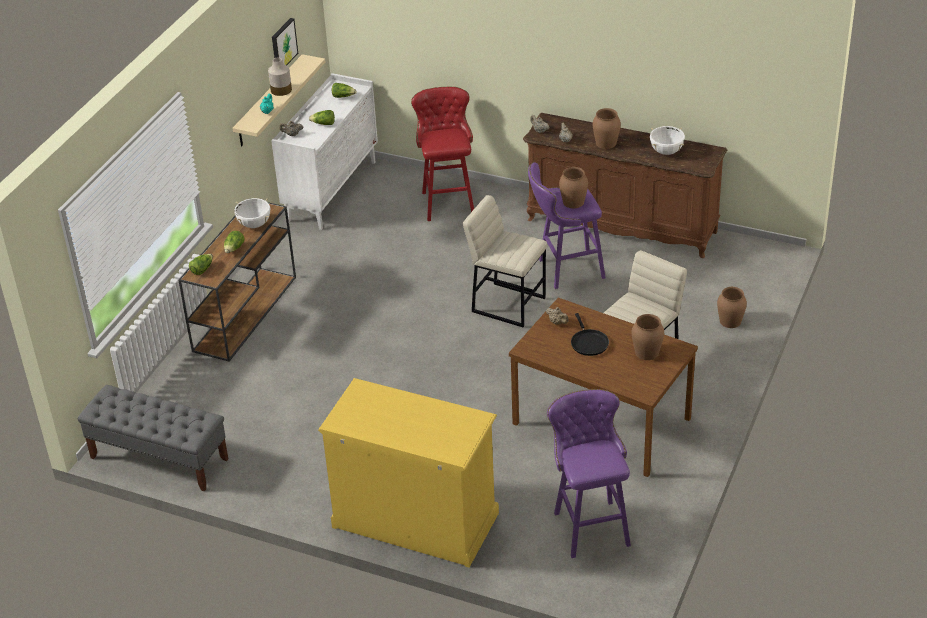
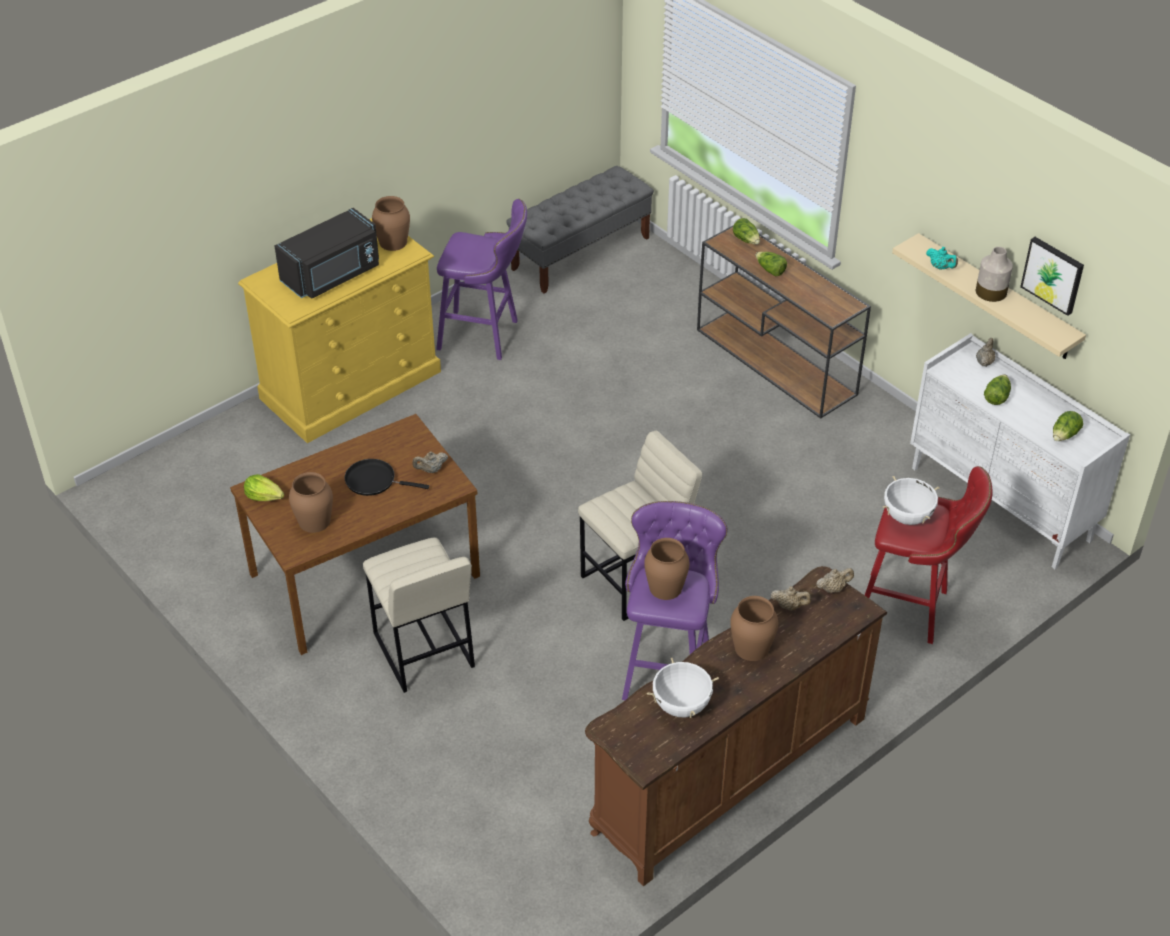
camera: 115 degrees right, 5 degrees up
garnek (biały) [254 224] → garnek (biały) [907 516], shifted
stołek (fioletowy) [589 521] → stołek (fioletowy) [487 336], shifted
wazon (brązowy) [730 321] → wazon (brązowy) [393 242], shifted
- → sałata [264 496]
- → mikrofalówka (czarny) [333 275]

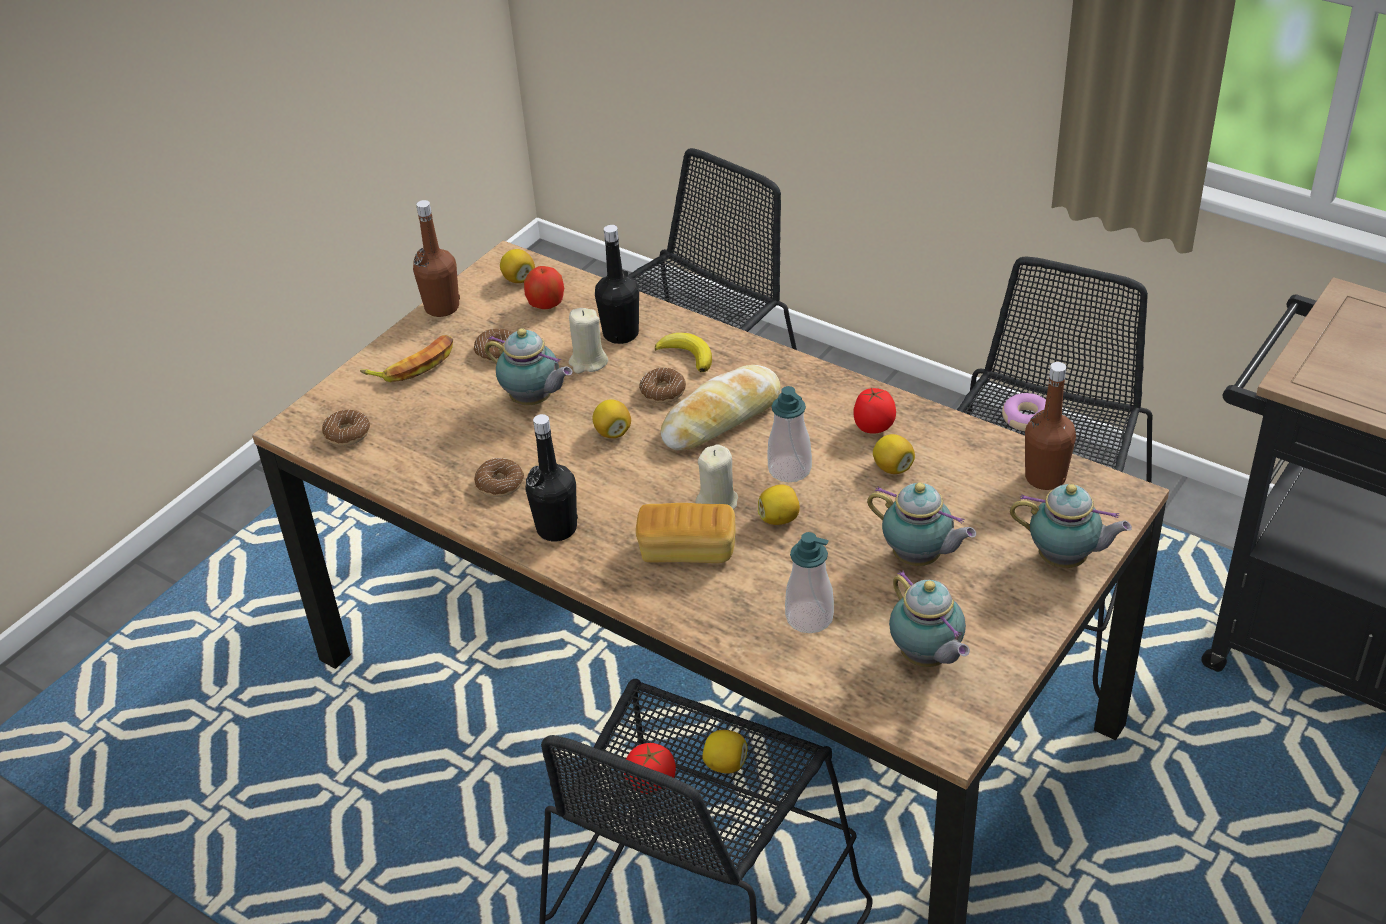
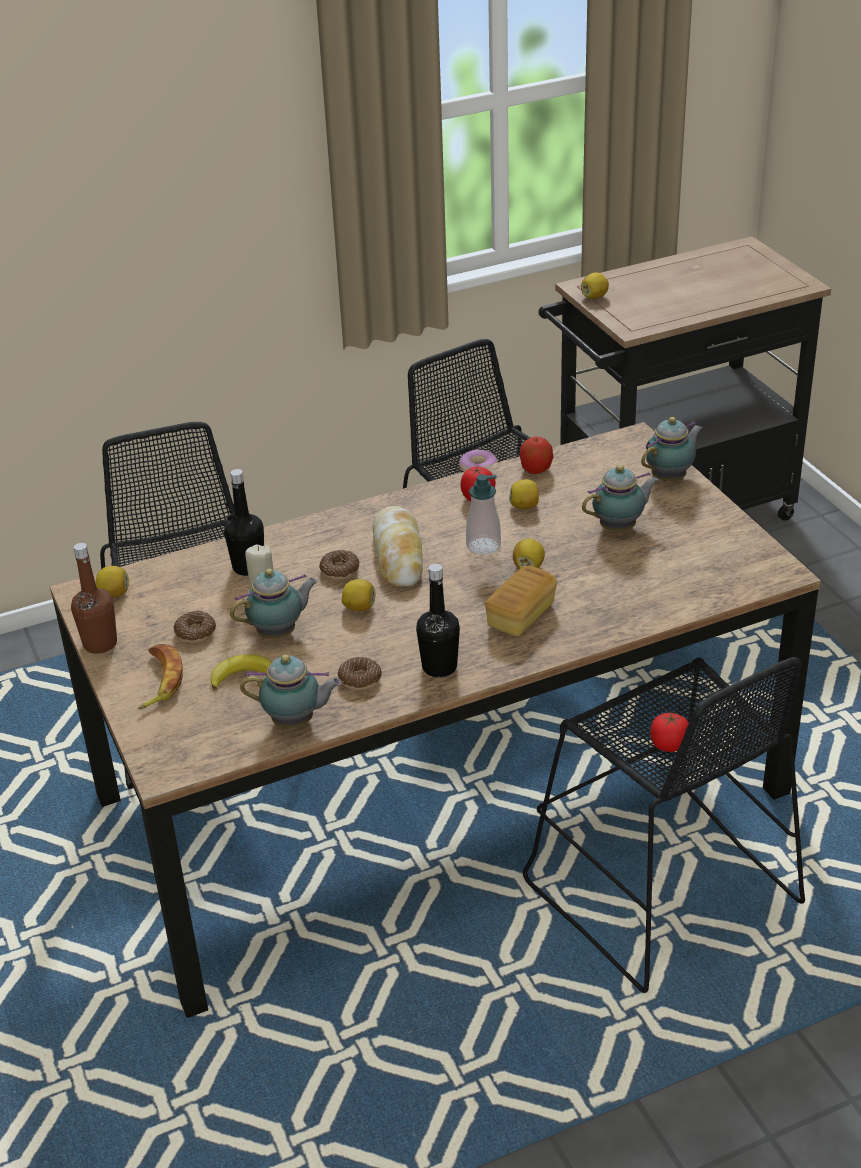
camera: 60 degrees left, 5 degrees down
donut [347 434] → -
jabłko [546 304] → jabłko [536 470], shifted
banan [687 355] → banan [242 675], shifted
świeca (beżowy) [717 502] → -
cytryna [725 764] → cytryna [594 297], shifted
dozownik mydła [809 617] → -
imbryk [927 659] → imbryk [296 722], shifted
butelka (brązowy) [1045 477] → -

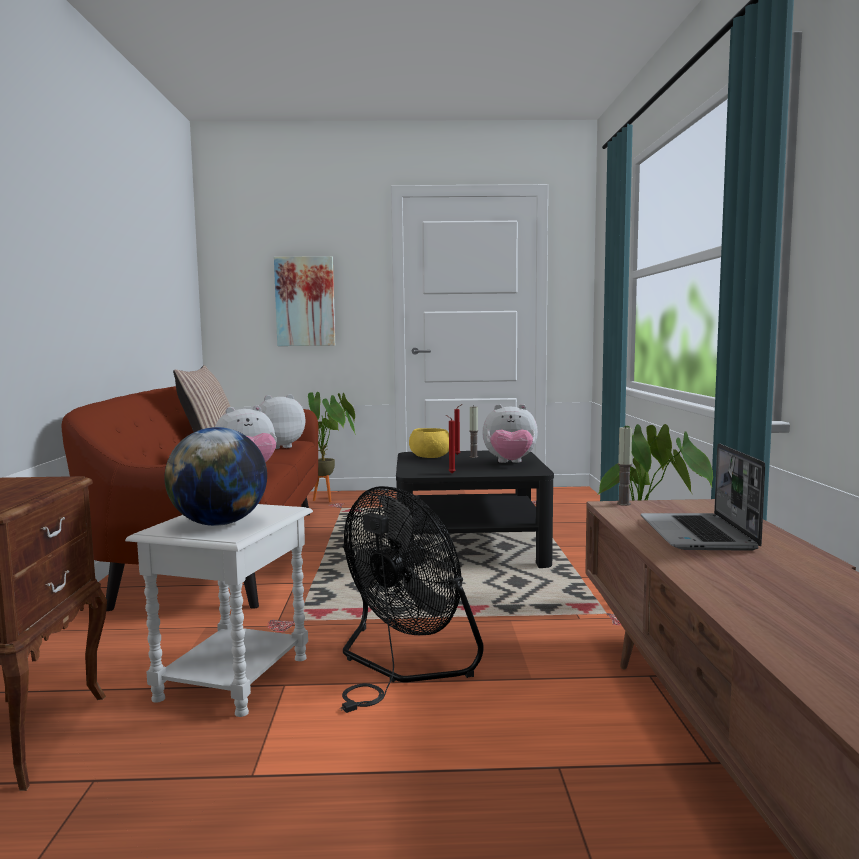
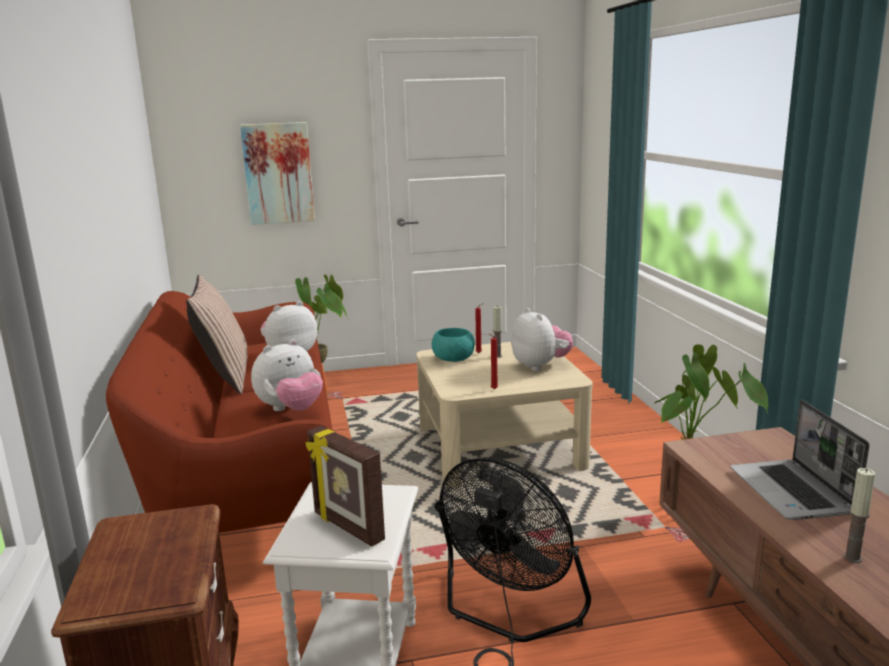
camera: 10 degrees left, 10 degrees up
globus [219 523] → ramka na zdjęcie [347 527]
ława (czarny) [468 546] → ława (beżowy) [498 446]
miska (żółty) [430 456] → miska (turkusowy) [454 358]
pluszak [510 463] → pluszak [540 366], 105 degrees counterclockwise
świeca [623 504] → świeca [852 558], shifted

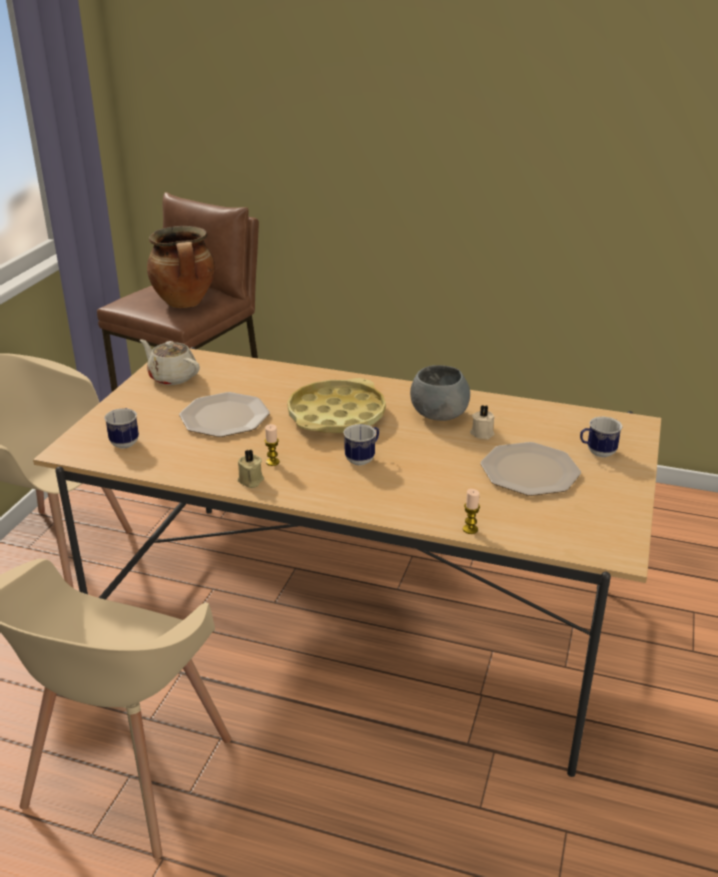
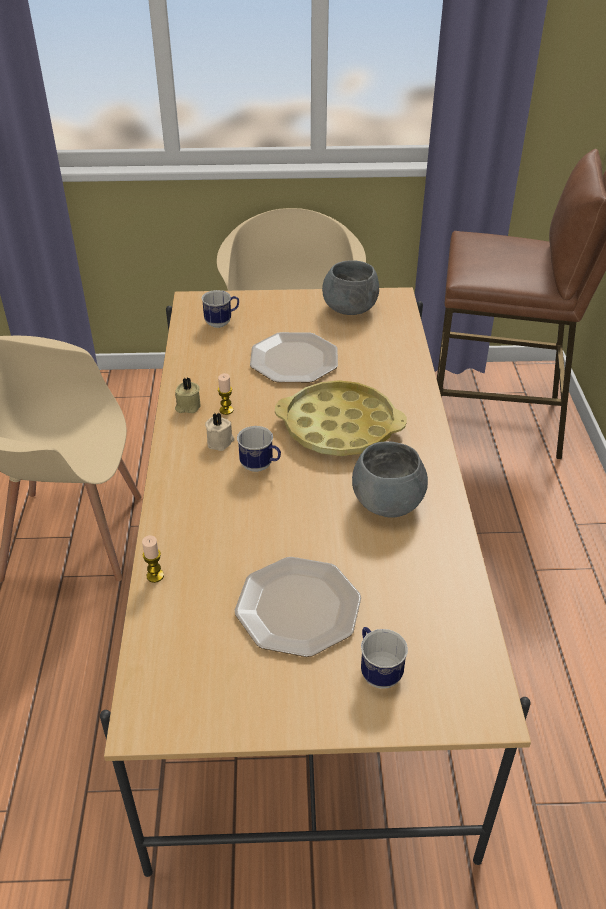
camera: 70 degrees right, 10 degrees up
imbryk (beżowy) [172 377] → miska (szary) [350 309]
garnek [185 303] → -
świeca (beżowy) [482 433] → świeca (beżowy) [220 442], shifted

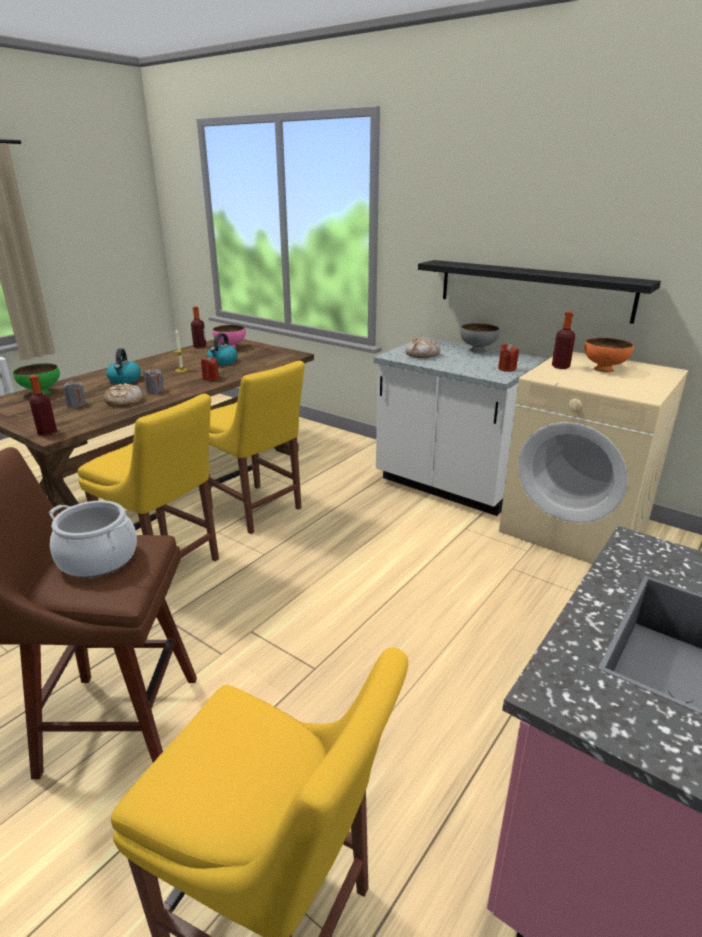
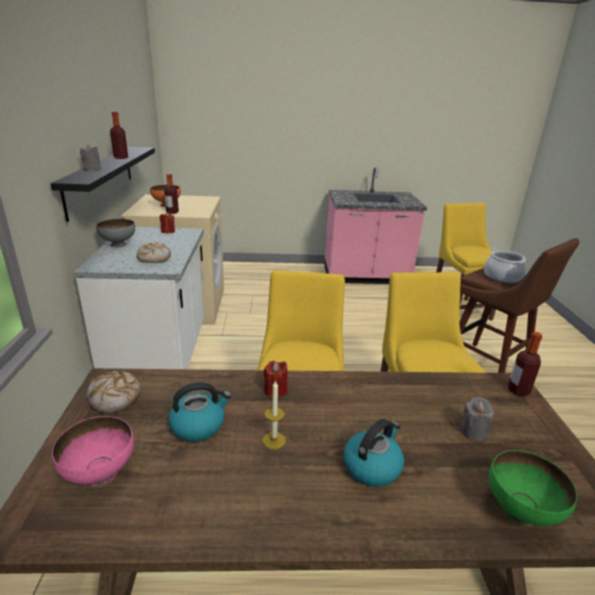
camera: 130 degrees left, 0 degrees up
chleb [123 401] → chleb [115 398], shifted
świeca (szary) [155 391] → świeca (szary) [92 169], shifted
butelka [200 347] → butelka [121 158], shifted

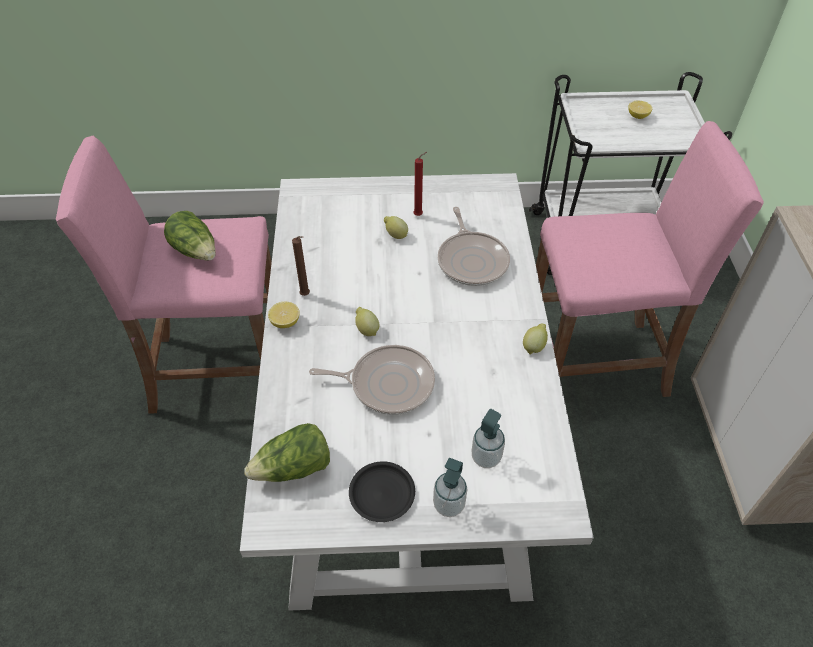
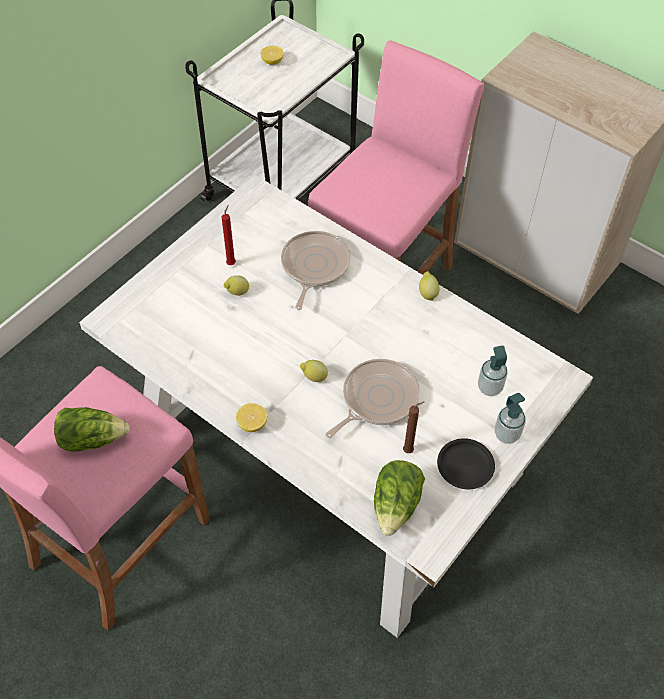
camera: 50 degrees left, 5 degrees up
świeca (brązowy) [306 295] → świeca (brązowy) [410 450], shifted
patelnia [472 260] → patelnia [314 267], 105 degrees counterclockwise

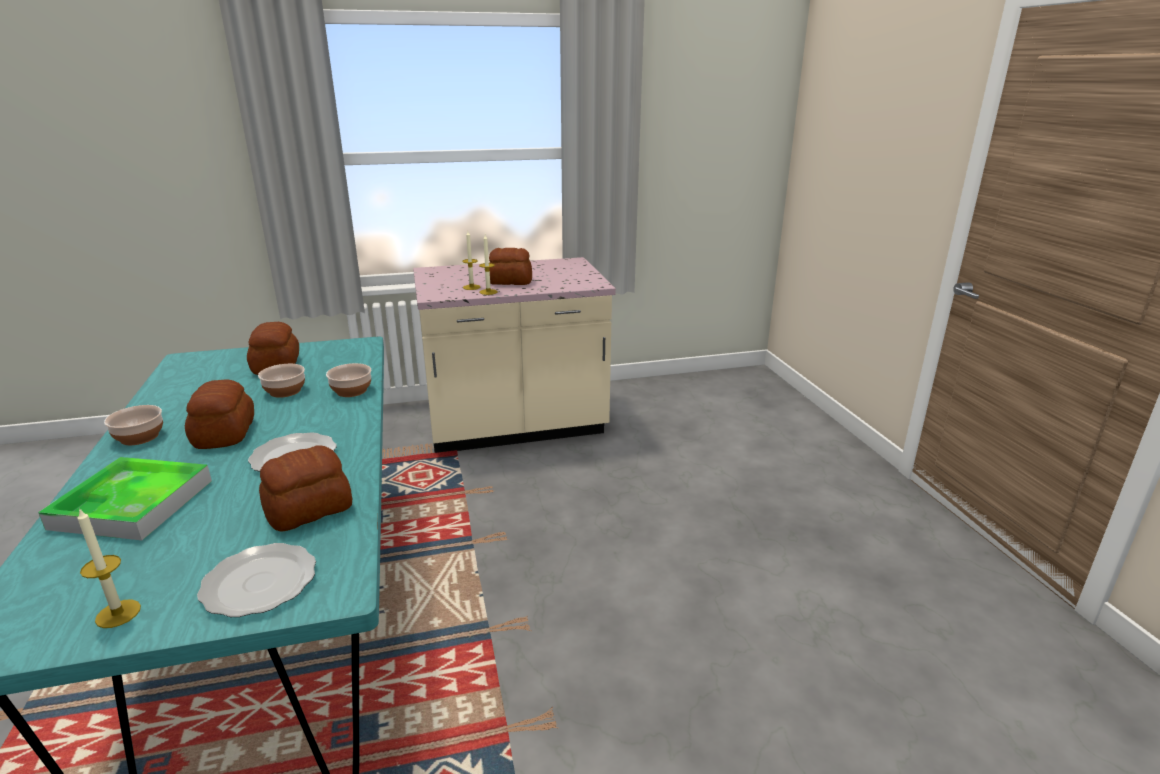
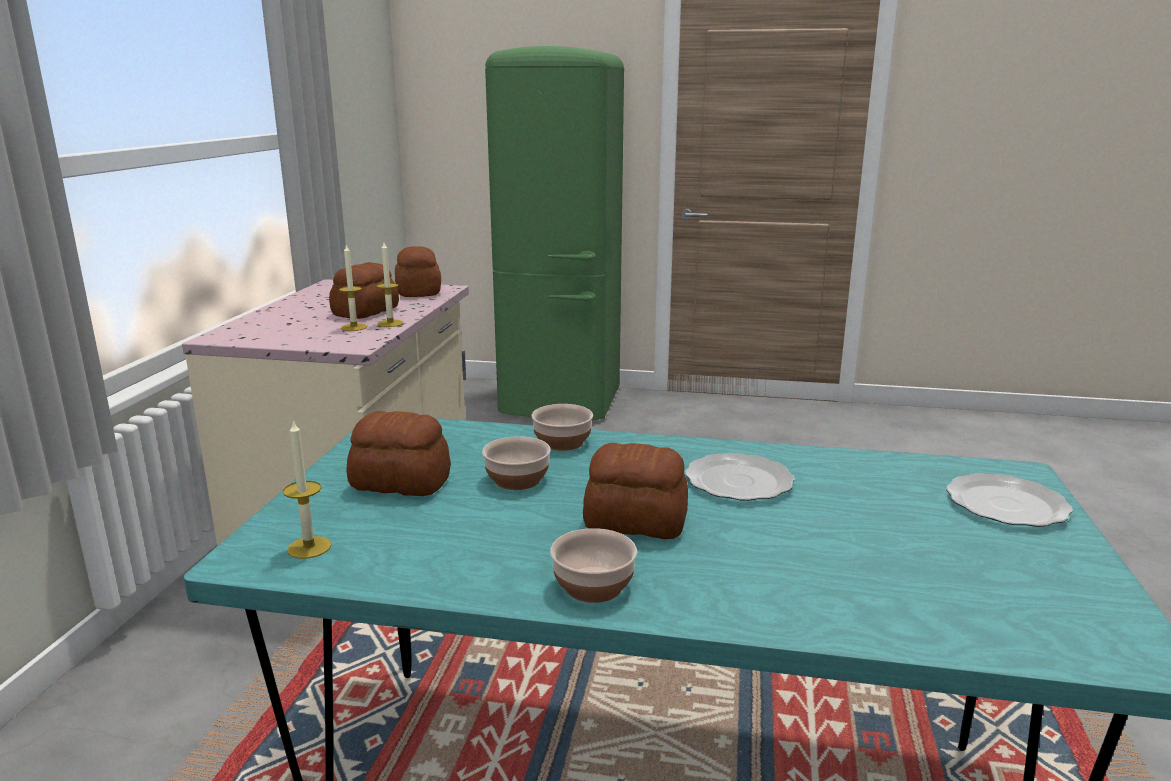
camera: 65 degrees left, 5 degrees down
taca [133 504] → -
świeca [118 613] → świeca [309 547], shifted
chleb [310 509] → chleb [419 291], shifted
- → lodówka (zielony) [560 402]

